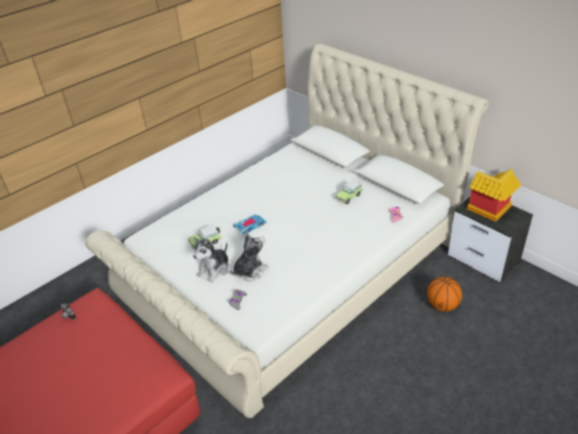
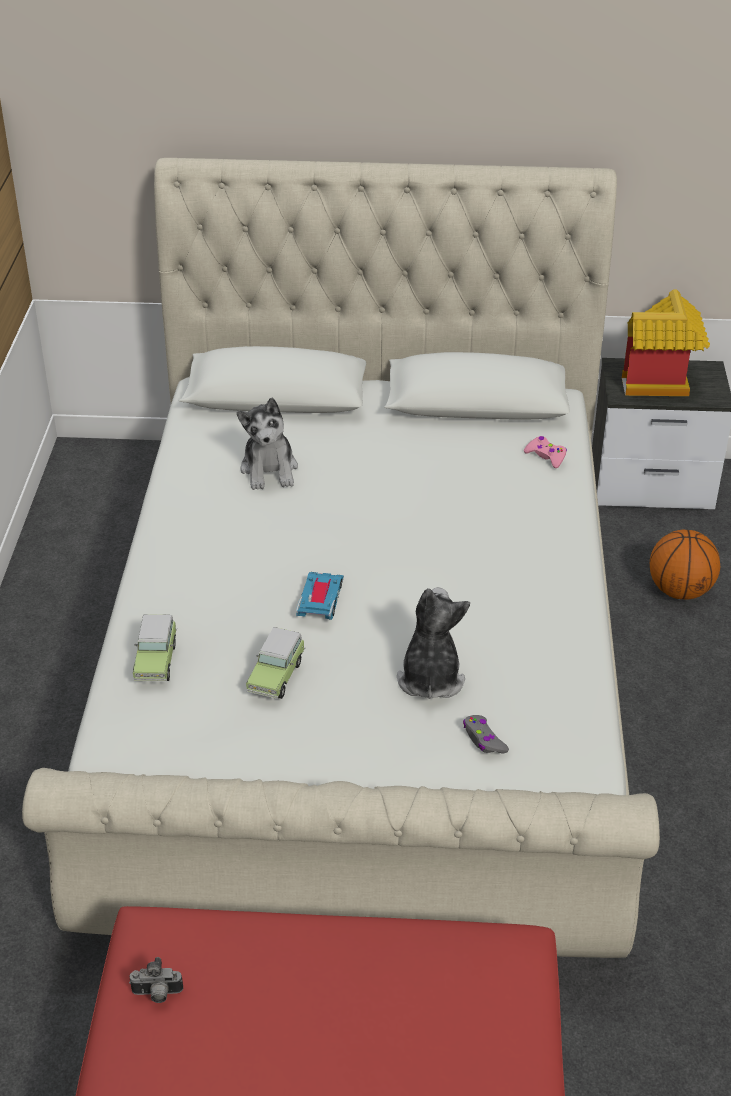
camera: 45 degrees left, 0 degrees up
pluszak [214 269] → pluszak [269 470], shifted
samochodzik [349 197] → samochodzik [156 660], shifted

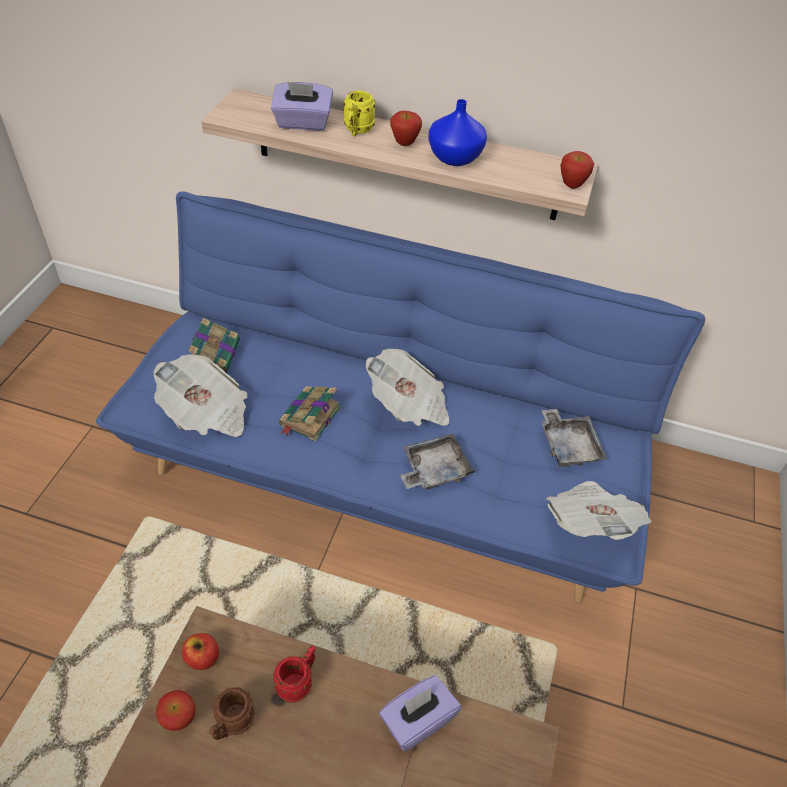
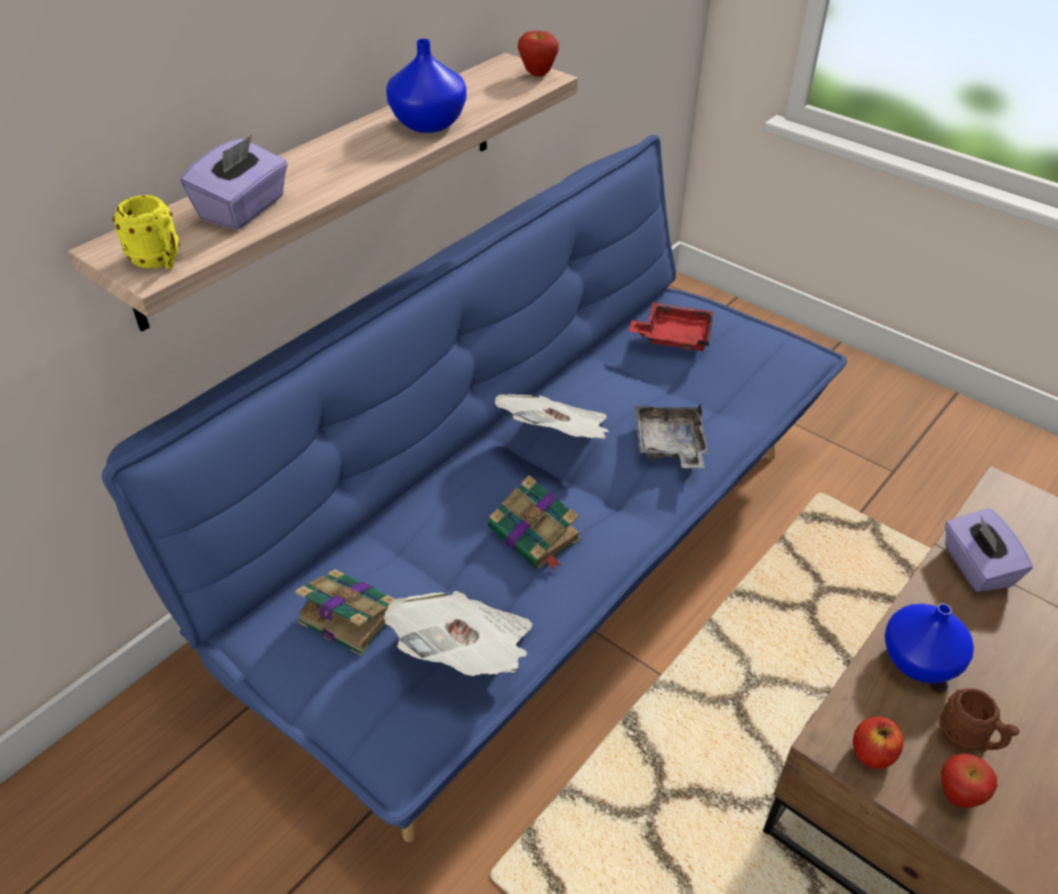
camera: 65 degrees left, 5 degrees down
kubek (czerwony) [298 682] → wazon (niebieski) [919 659]
kubek (żółty) [357 131] → kubek (żółty) [160 262], shifted
jabłko [404 144] → -
taca (szary) [569 445] → taca (czerwony) [674 336]
gazeta [590 523] → -

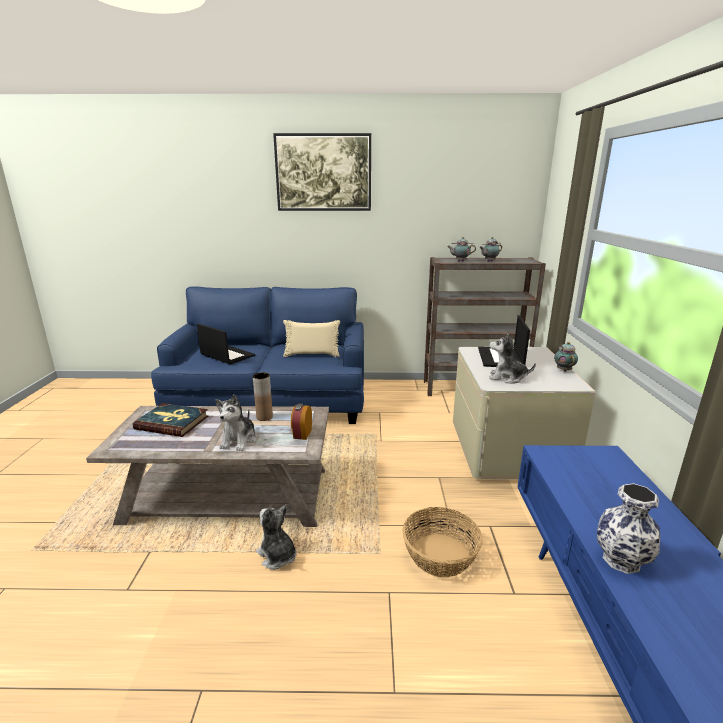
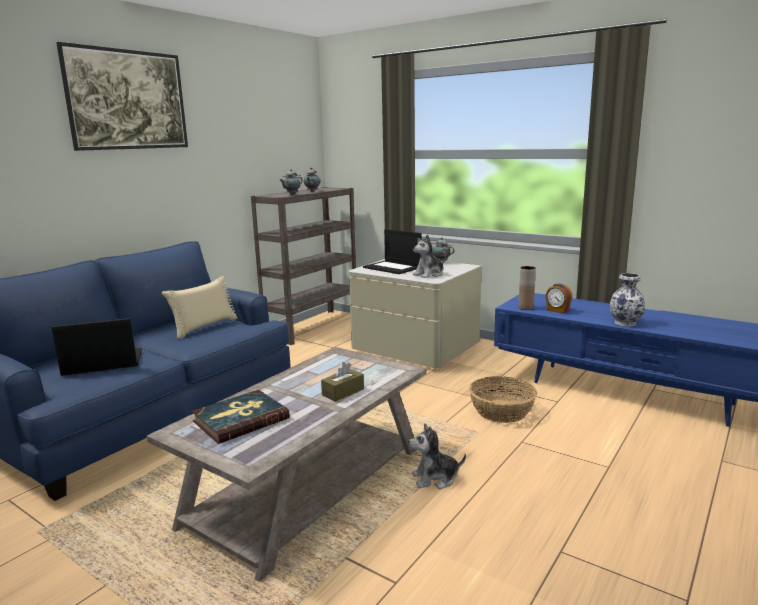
camera: 55 degrees left, 5 degrees down
pluszak [239 440] → pudełko chusteczek (brązowy) [343 392]
wazon (brązowy) [264 417] → wazon (brązowy) [526 308], shifted
budzik [302 434] → budzik [557 310], shifted

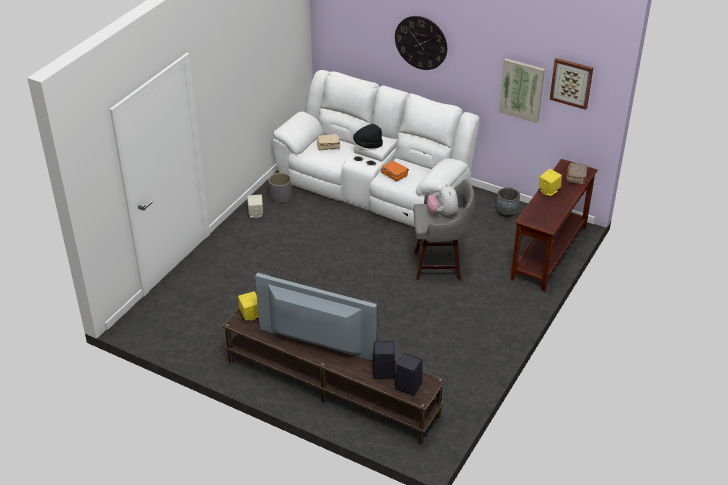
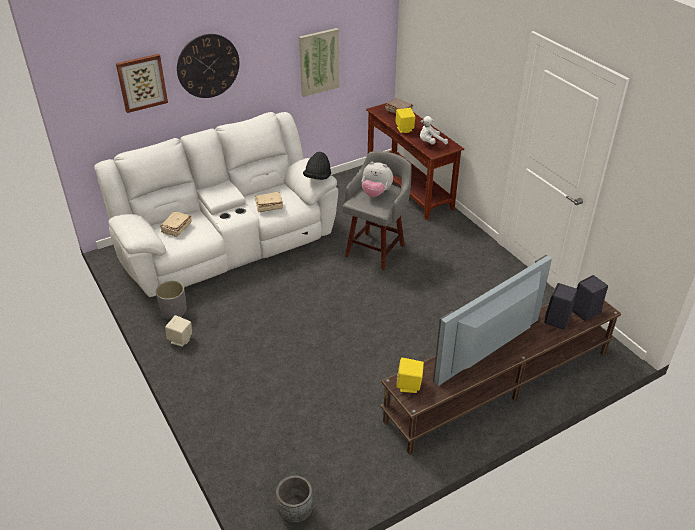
camera: 60 degrees left, 0 degrees up
kapelusz (czarny) [367 144] → kapelusz (czarny) [317 177], shifted
książka (pomarańczowy) [394 174] → książka (beżowy) [268 206]
donica (szary) [506 212] → donica (szary) [295 512], shifted
obraz [571 83] → obraz [142 82], shifted
- → pluszak (biały) [430 143]

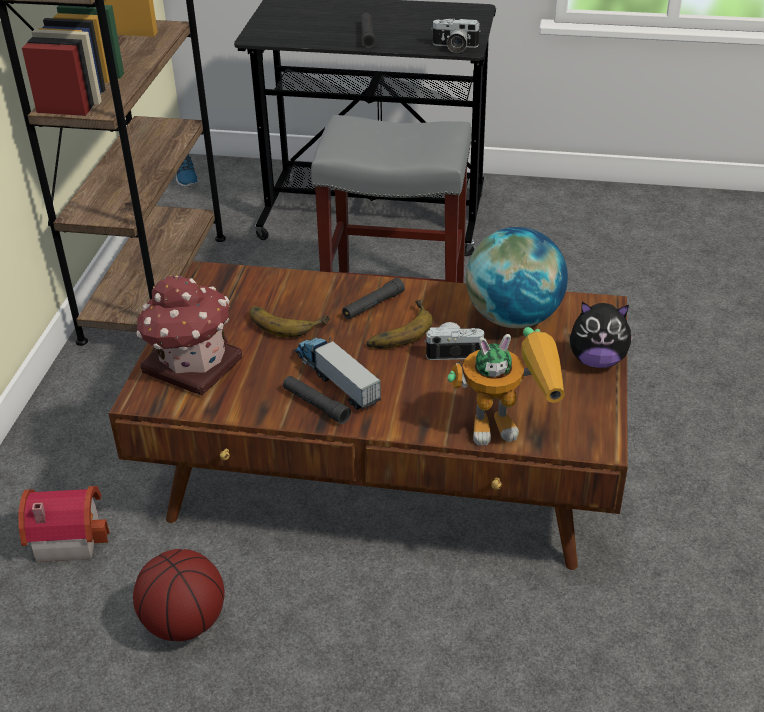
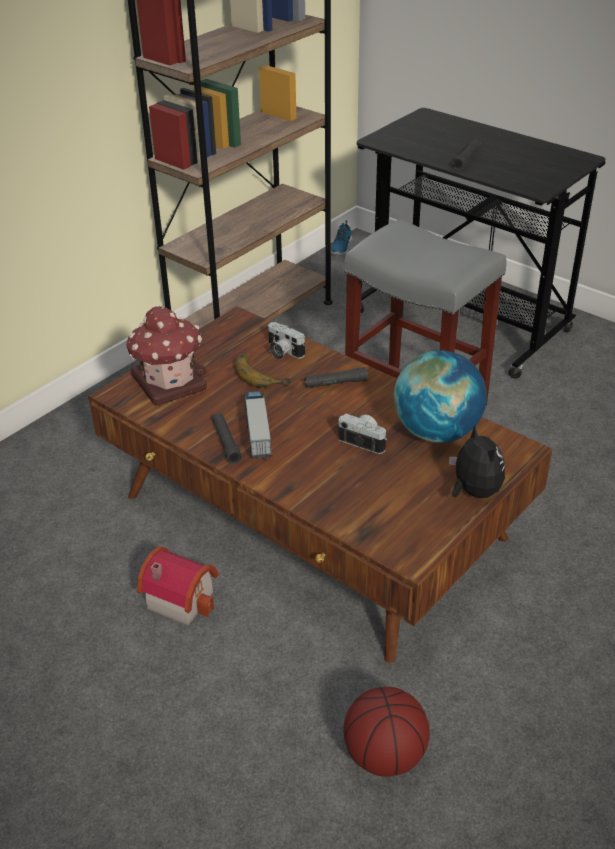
camera: 30 degrees right, 0 degrees up
domek [67 536] → domek [181 597], shifted
piłka do koszykówki [184 623] → piłka do koszykówki [384 756], shifted
banan [397 330] → -
aparat fotograficzny [454 47] → aparat fotograficzny [282 352], shifted
robot zabawkowy [509 424] → -
pluszak [597 361] → pluszak [473 492], 150 degrees counterclockwise

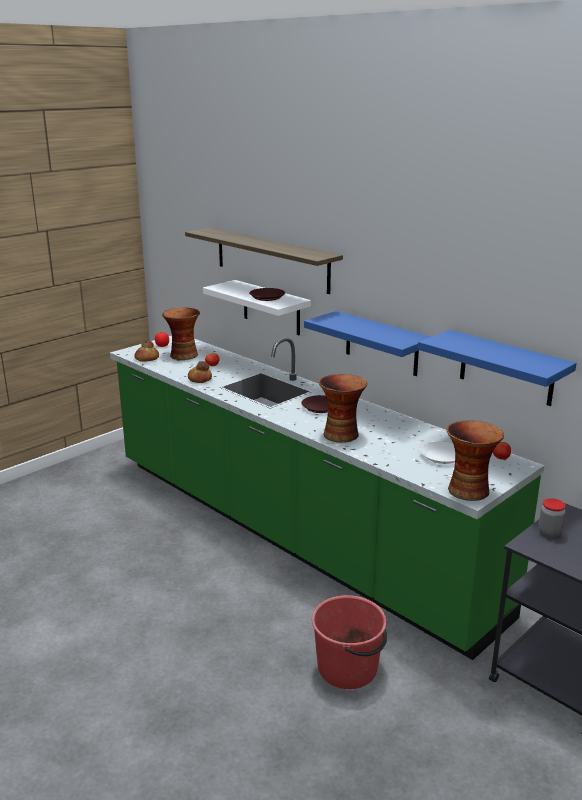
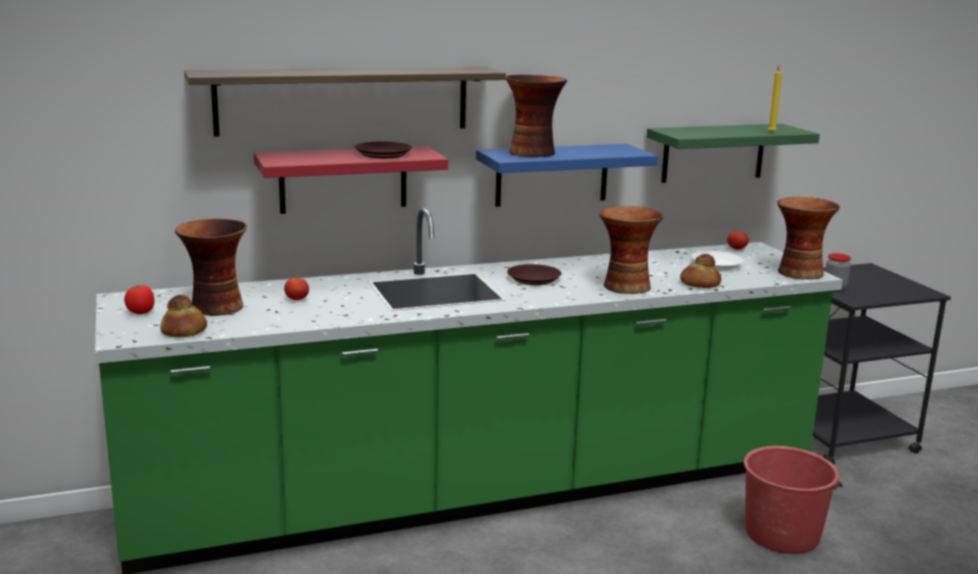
camera: 65 degrees left, 5 degrees down
chleb [199 379] → chleb [699 284], shifted
półka (biały) [271 308] → półka (czerwony) [343 179]
półka (niebieski) [506 368] → półka (zielony) [713 153]
- → wazon [533 153]
- → świeca (żółty) [771 132]

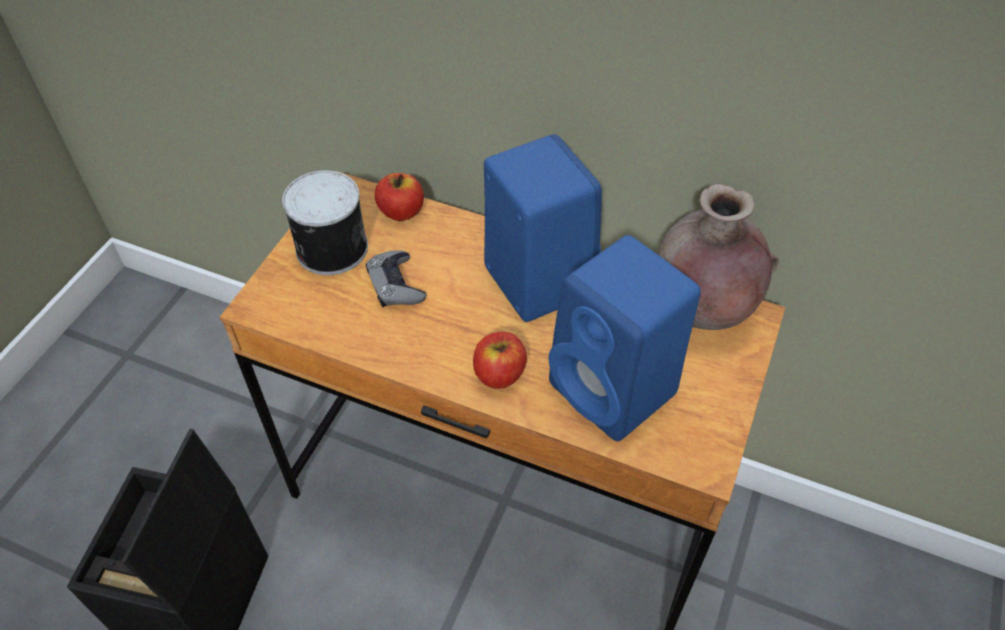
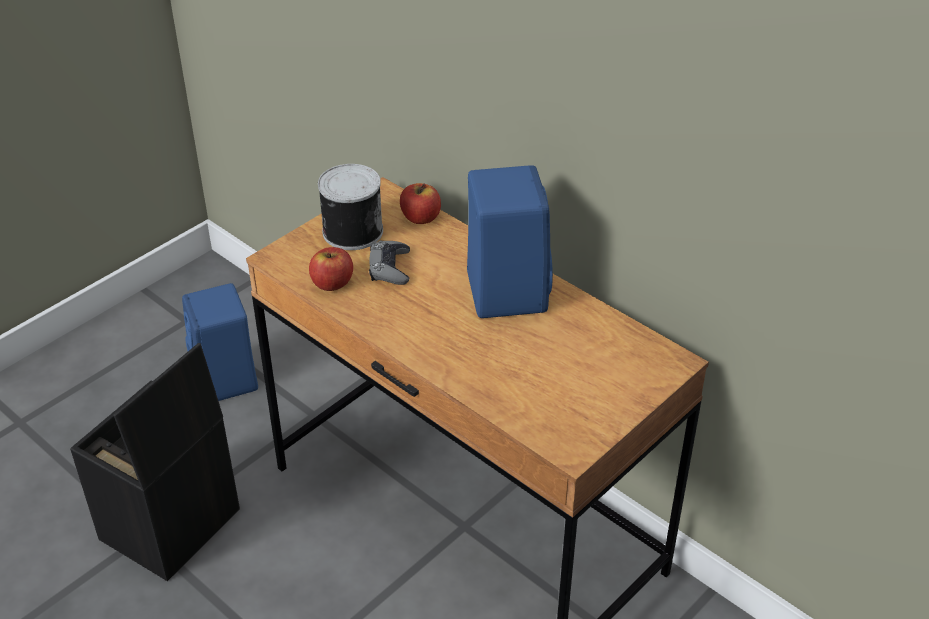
camera: 20 degrees right, 10 degrees down
jabłko [499 374] → jabłko [332 283], shifted
głośnik (niebieski) [616 390] → głośnik (niebieski) [227 380], shifted
wazon (brązowy) [700 312] → -

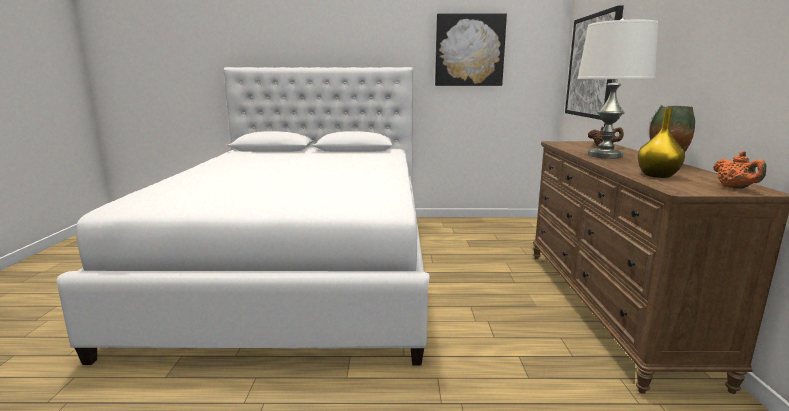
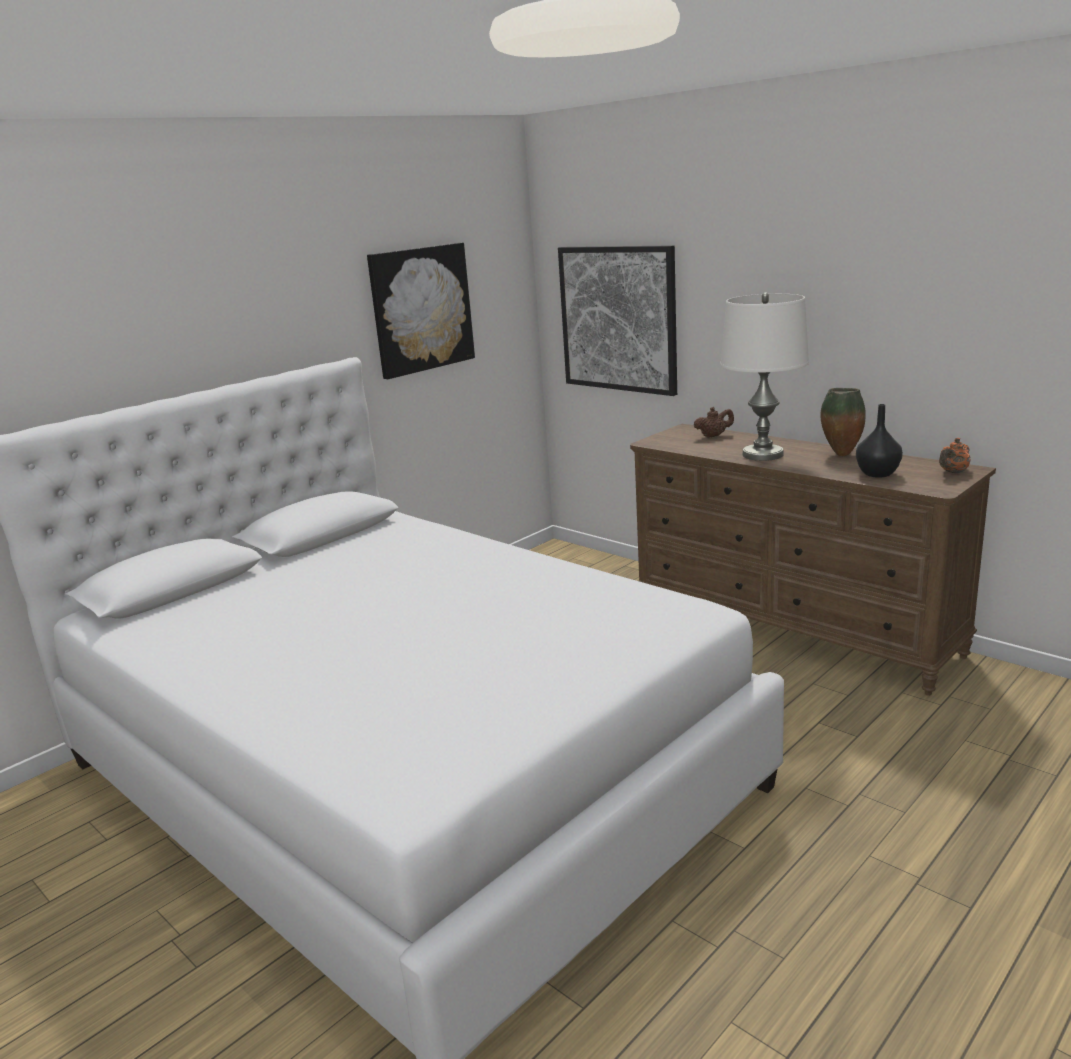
camera: 45 degrees left, 5 degrees up
wazon (żółty) [658 175] → wazon (czarny) [878 474]
imbryk (pomarańczowy) [735 188] → imbryk (pomarańczowy) [953 472], 105 degrees clockwise

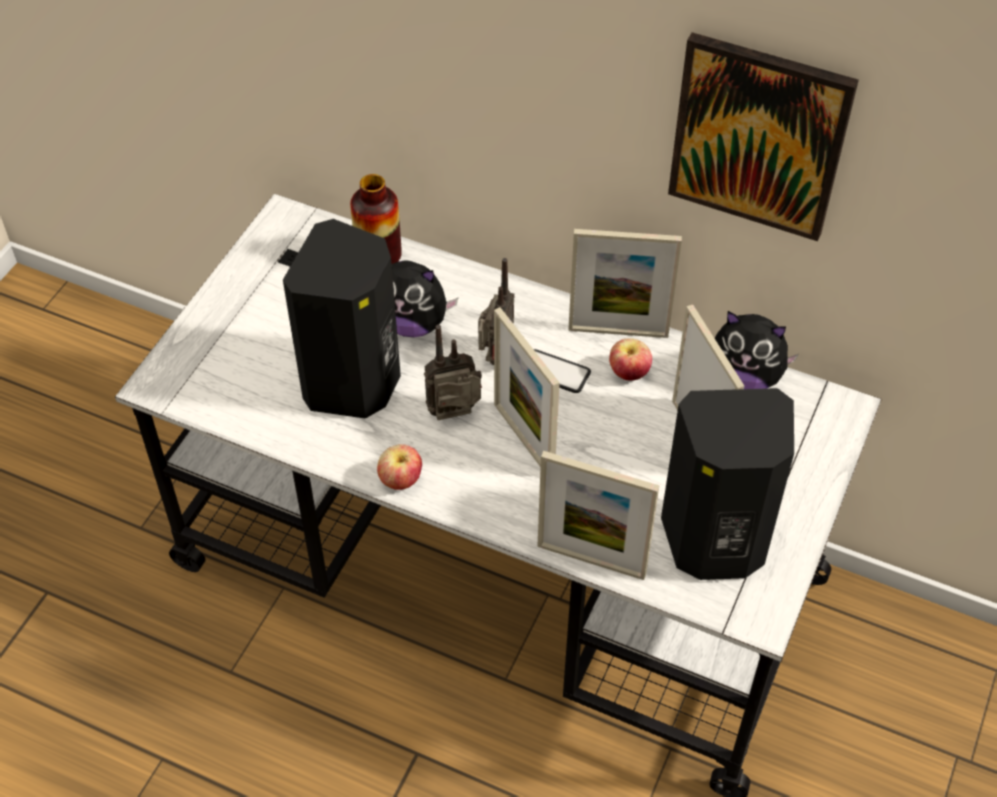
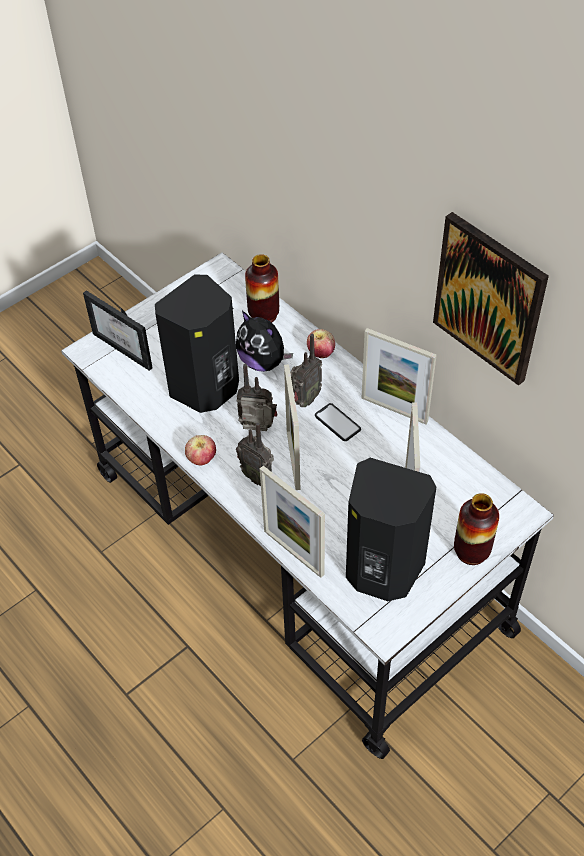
camera: 25 degrees right, 0 degrees up
jabłko [629 373] → jabłko [321 353], shifted
pluszak [745 377] → -
- → ramka na zdjęcie [129 347]
- → radio [258 476]
- → wazon [471 552]

